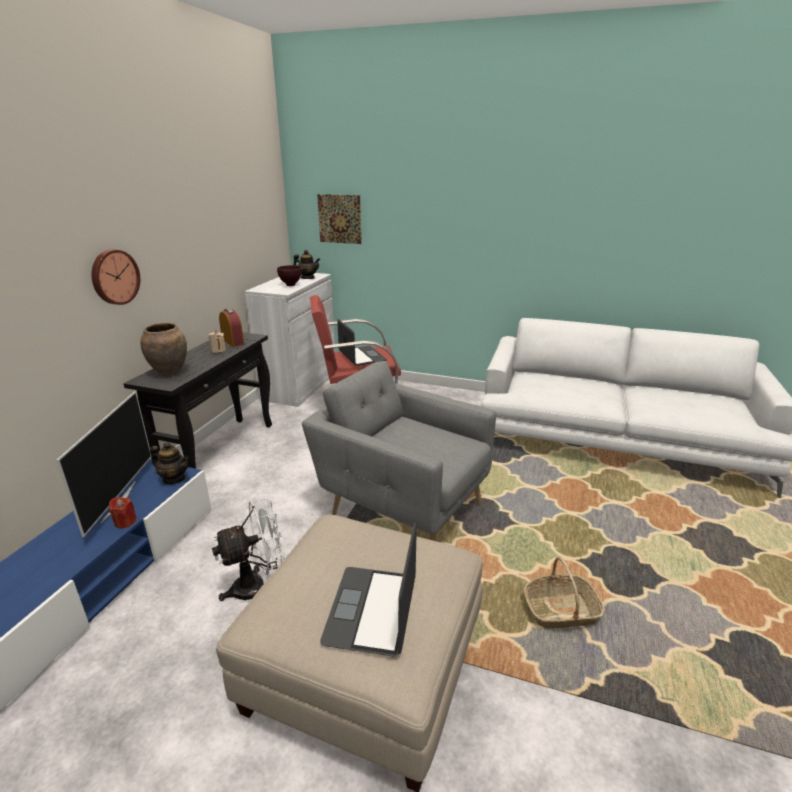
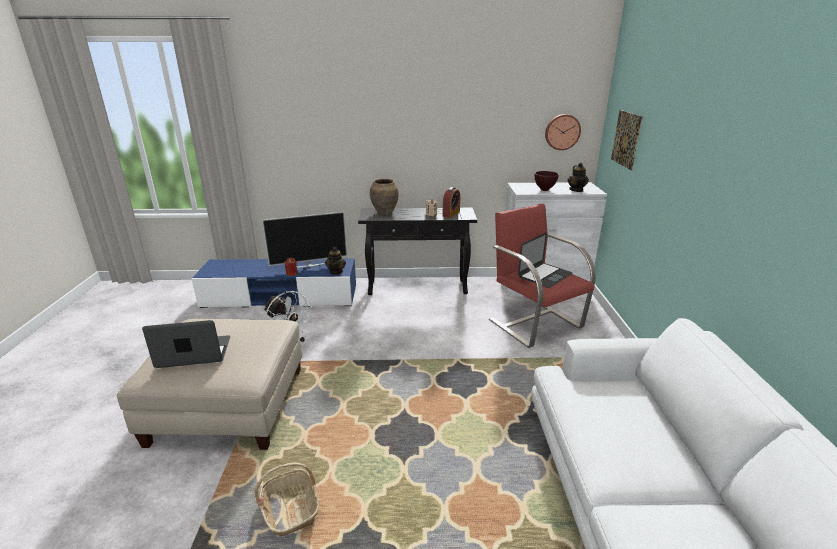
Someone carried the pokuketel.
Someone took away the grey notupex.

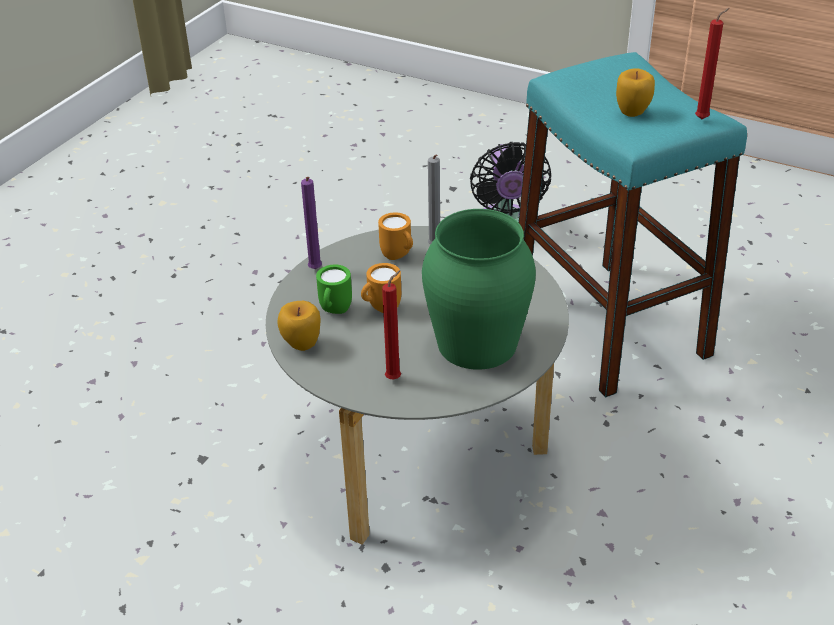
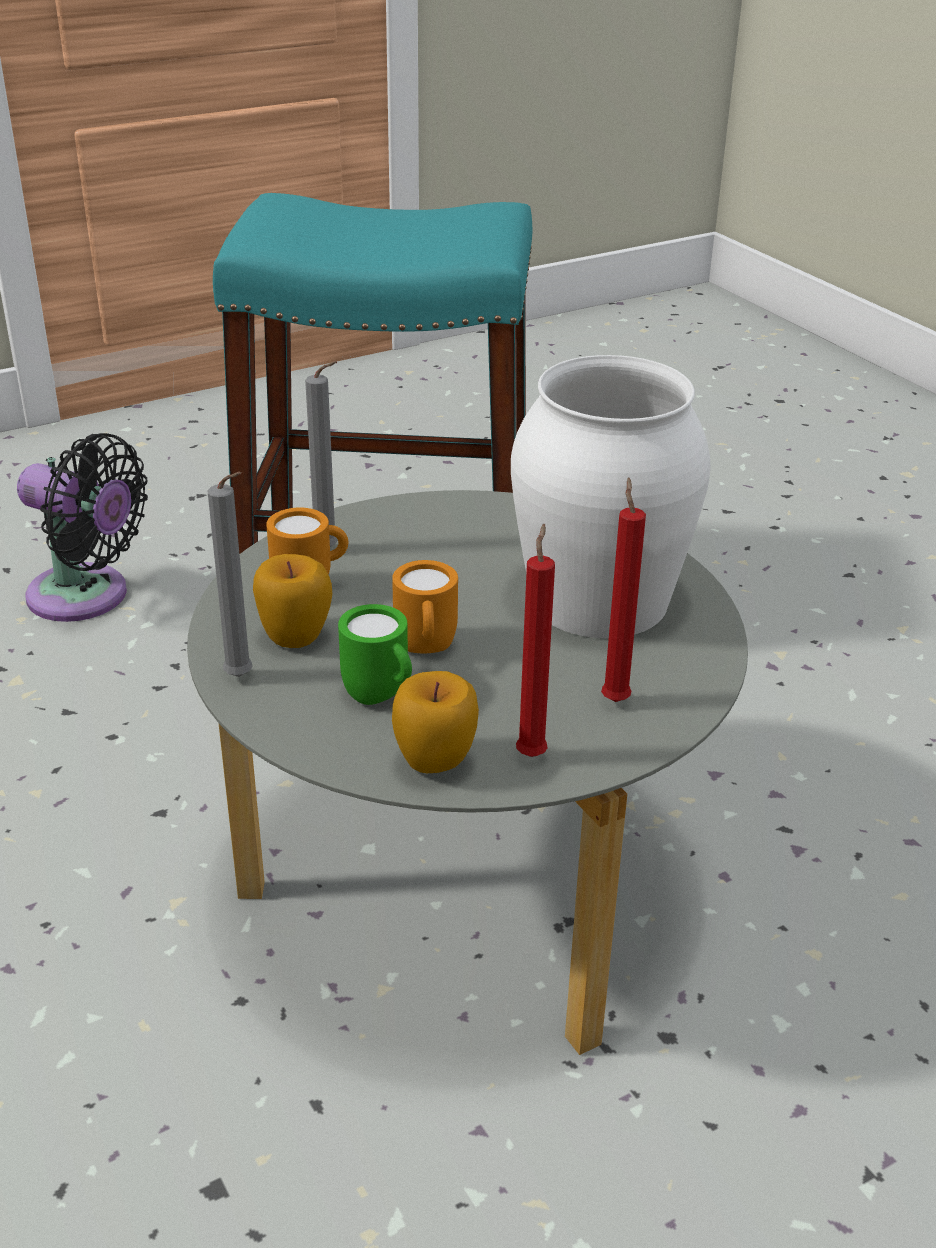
Someone carried the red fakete (2nd from left in the first image).
Someone carried the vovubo (2nd from left in the first image).
Someone repainted the purple fakete, which became the grey fakete (1st from left).
Someone repainted the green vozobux, which became the white vozobux.

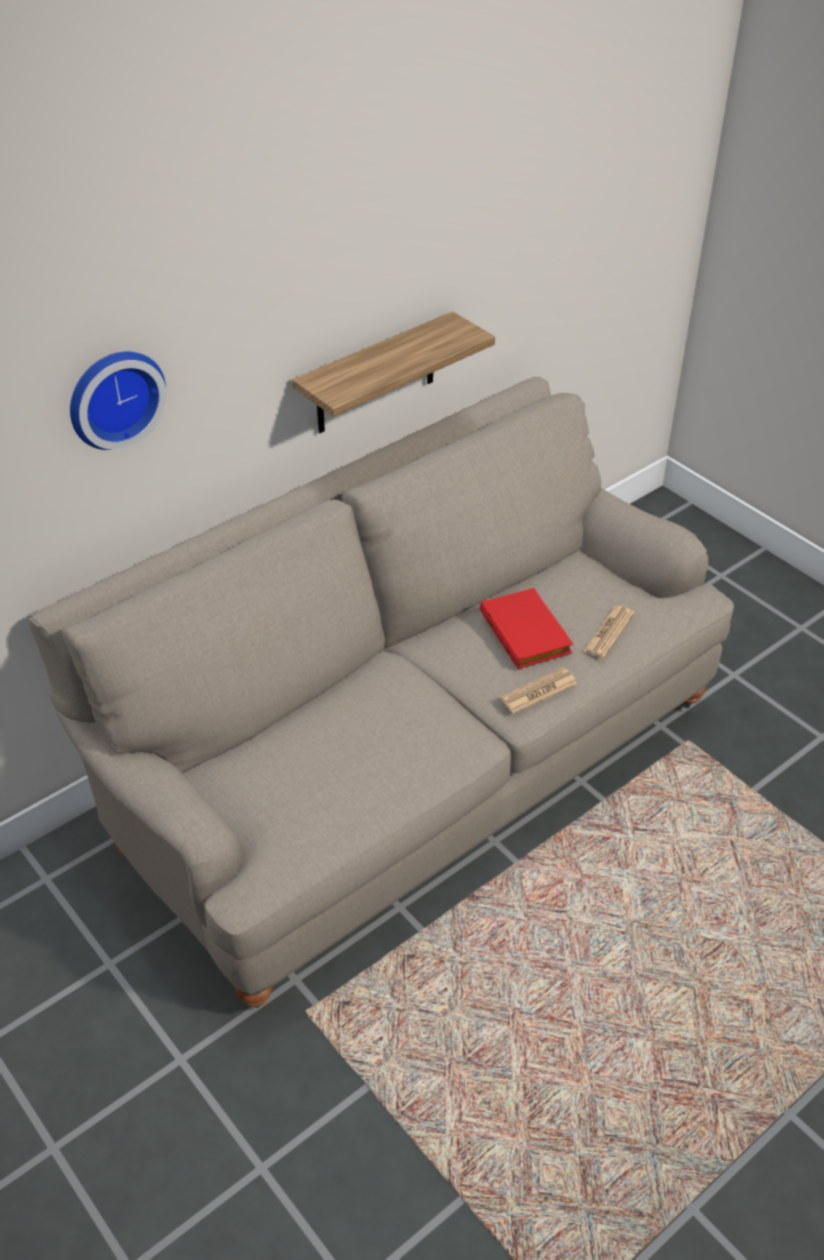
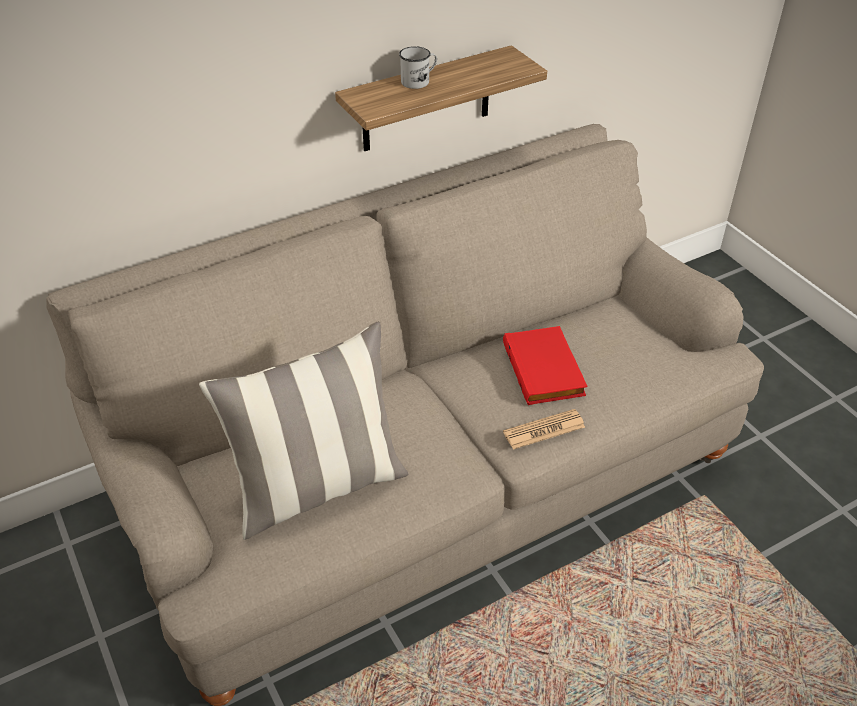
Someone took away the pokuketel.
Someone took away the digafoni (2nd from left).
Someone put down the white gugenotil.
Someone put down the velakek.

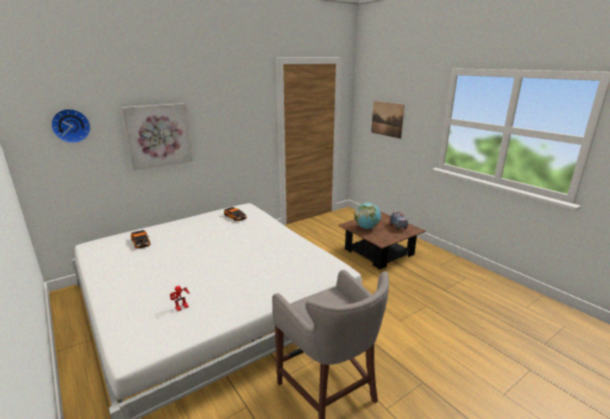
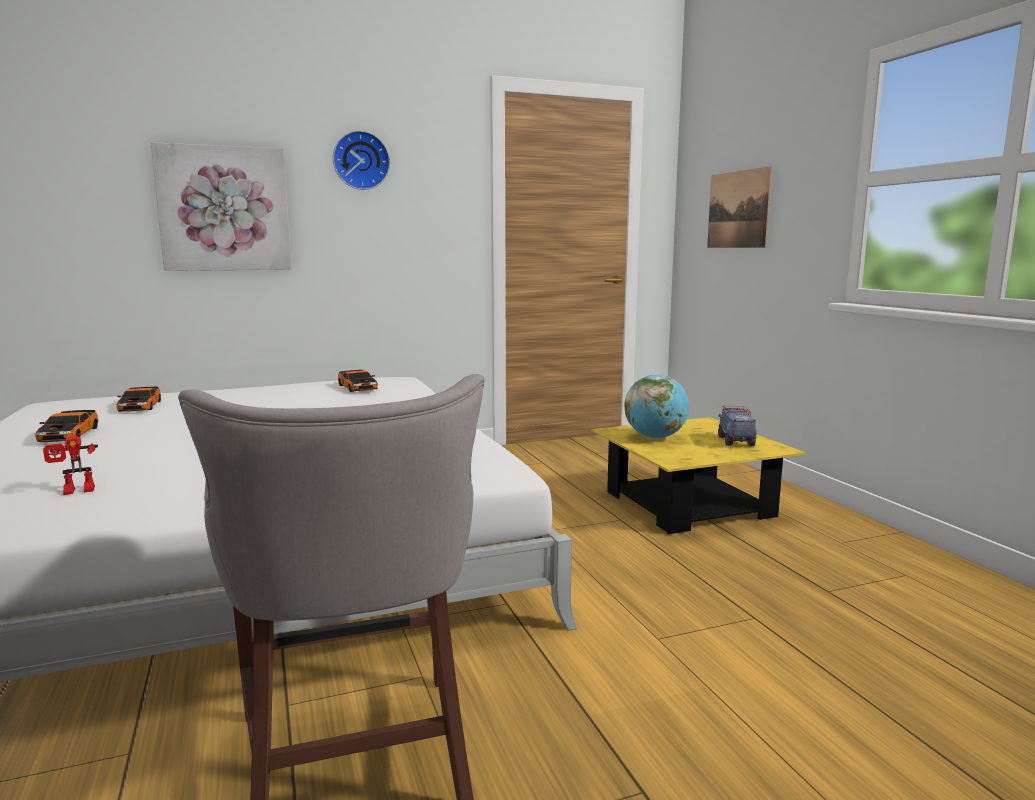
Someone carried the pokuketel.
Someone repainted the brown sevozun, which became the yellow sevozun.
Someone put down the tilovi (1st from left).

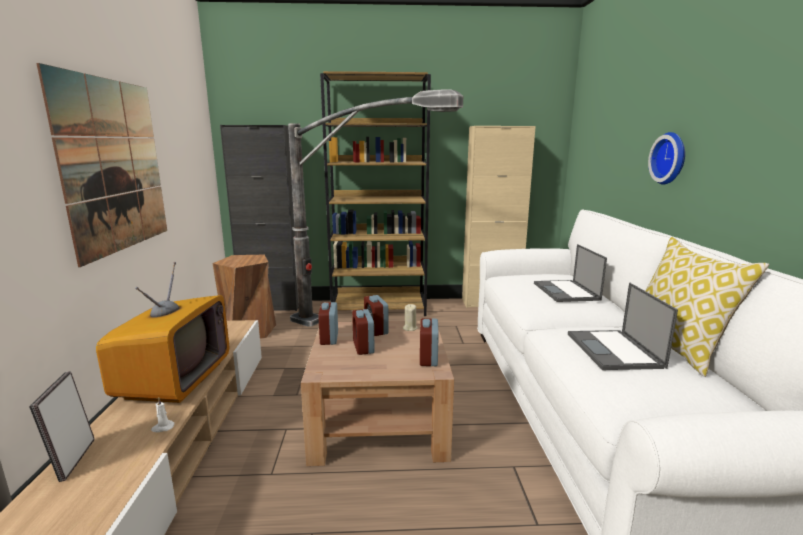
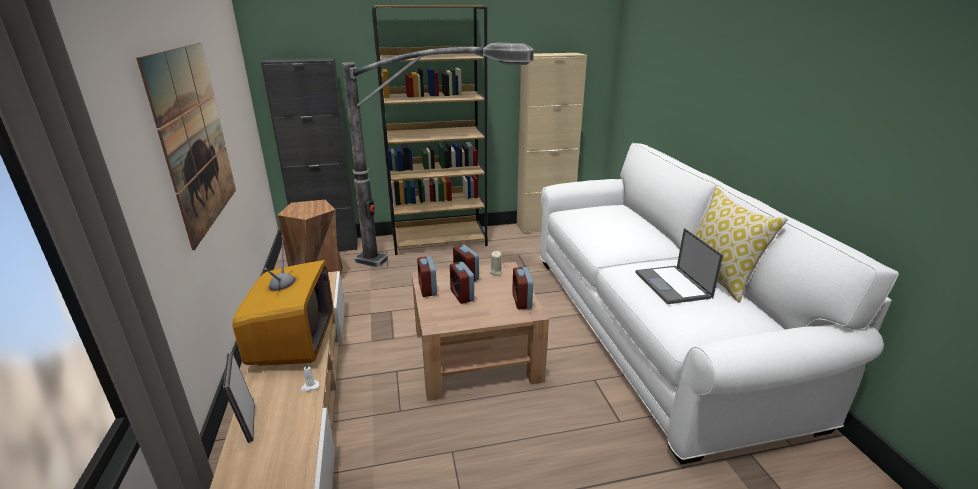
Someone took away the pokuketel.
Someone took away the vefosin (1st from left).

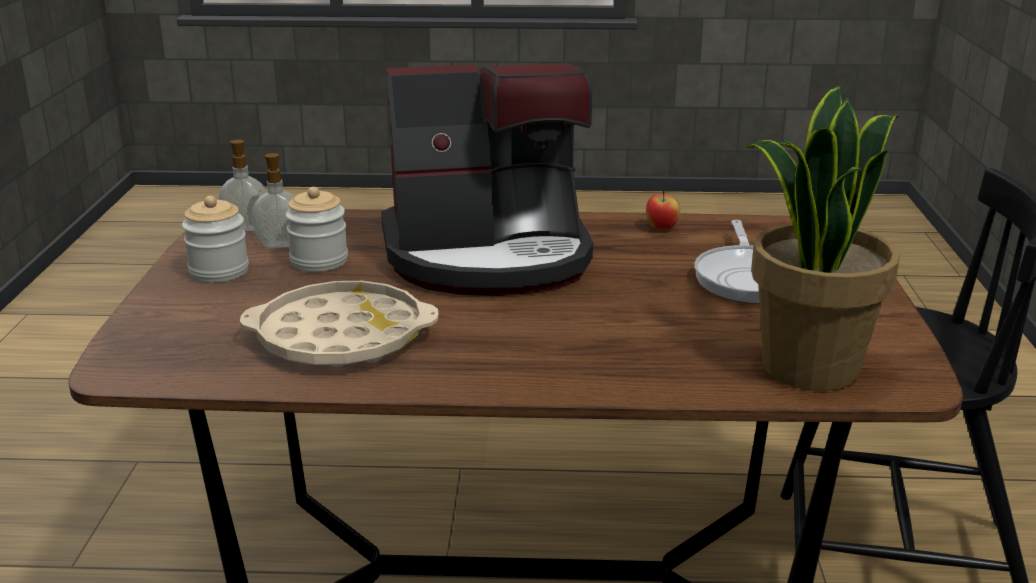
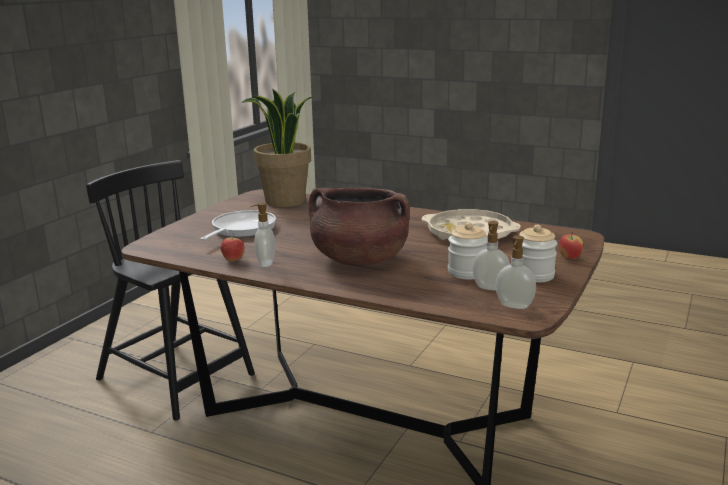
Someone swapped the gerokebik for the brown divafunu.
Someone put down the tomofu (1st from left).
Someone put down the vovubo (2nd from left).

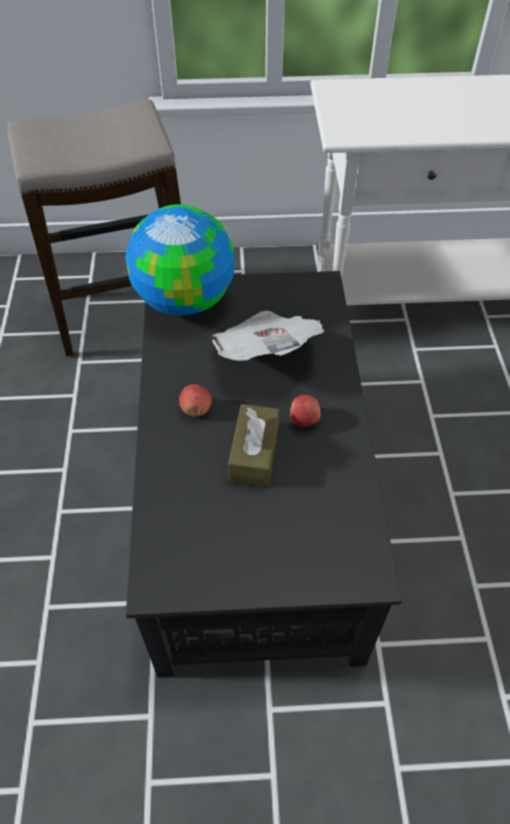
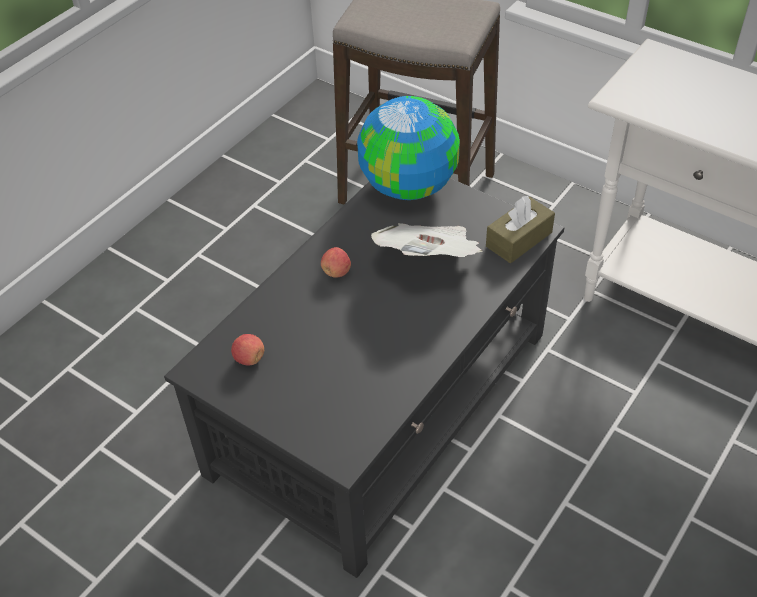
Someone carried the vovubo (2nd from left in the first image).
Someone carried the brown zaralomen.

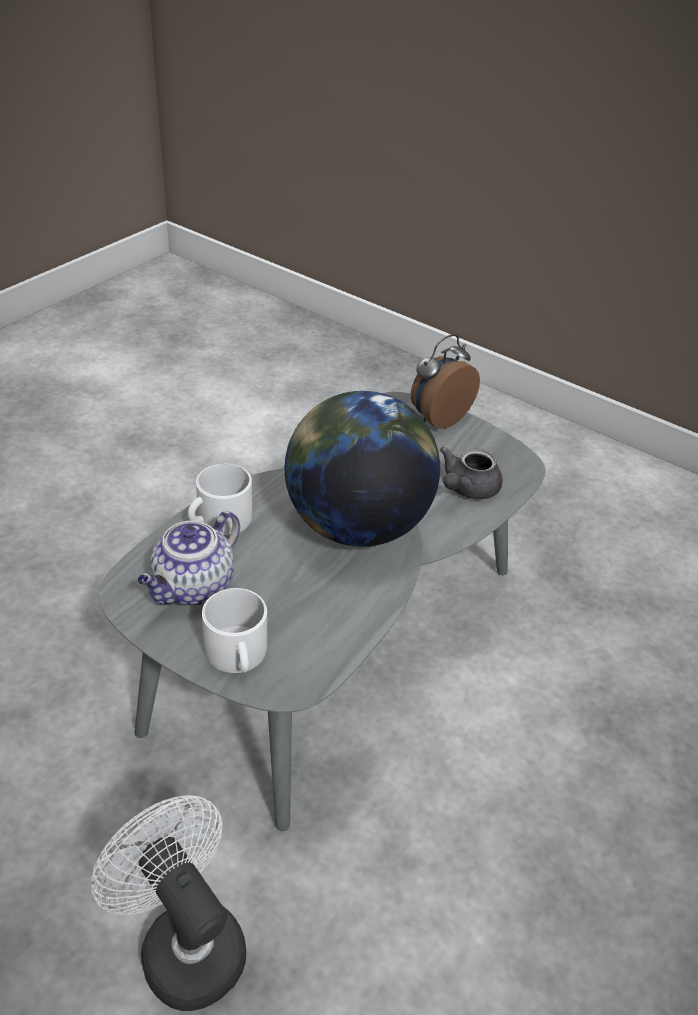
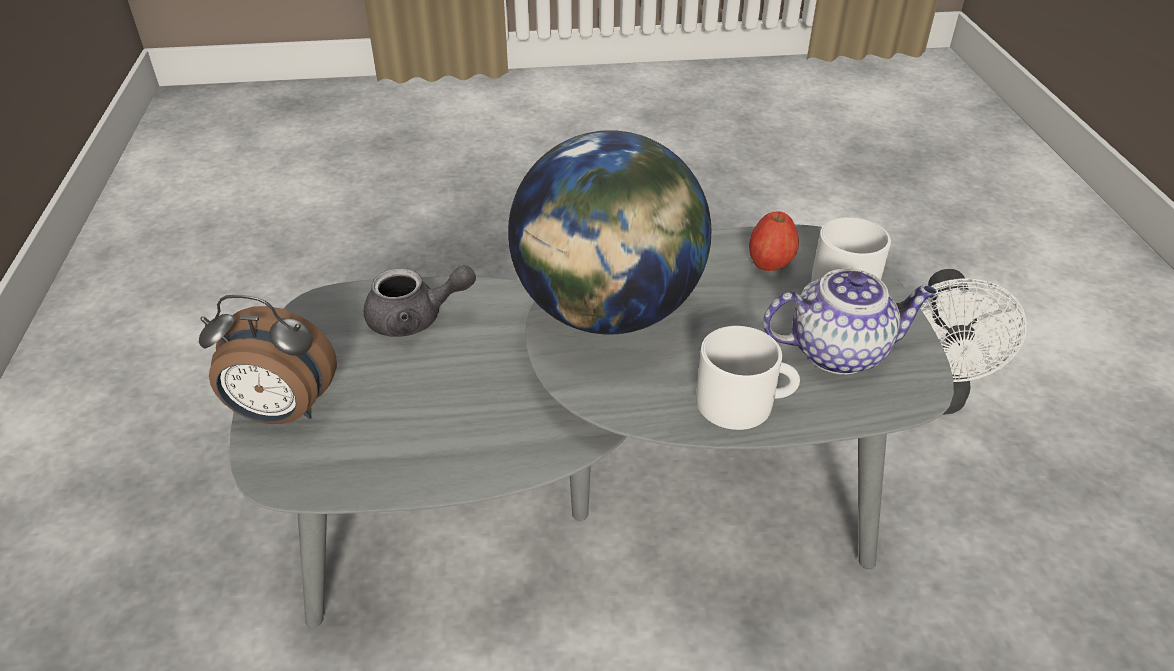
Someone put down the vovubo.

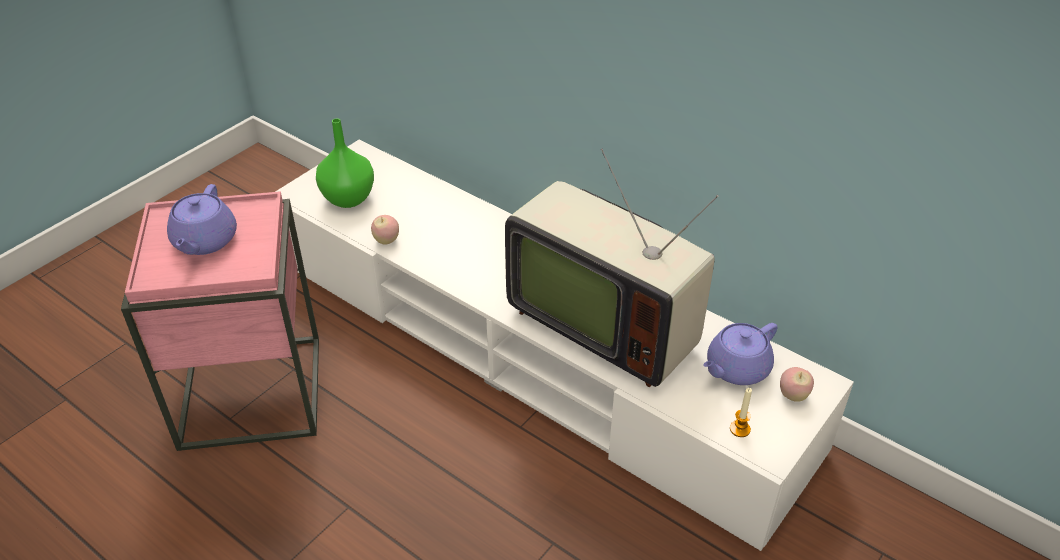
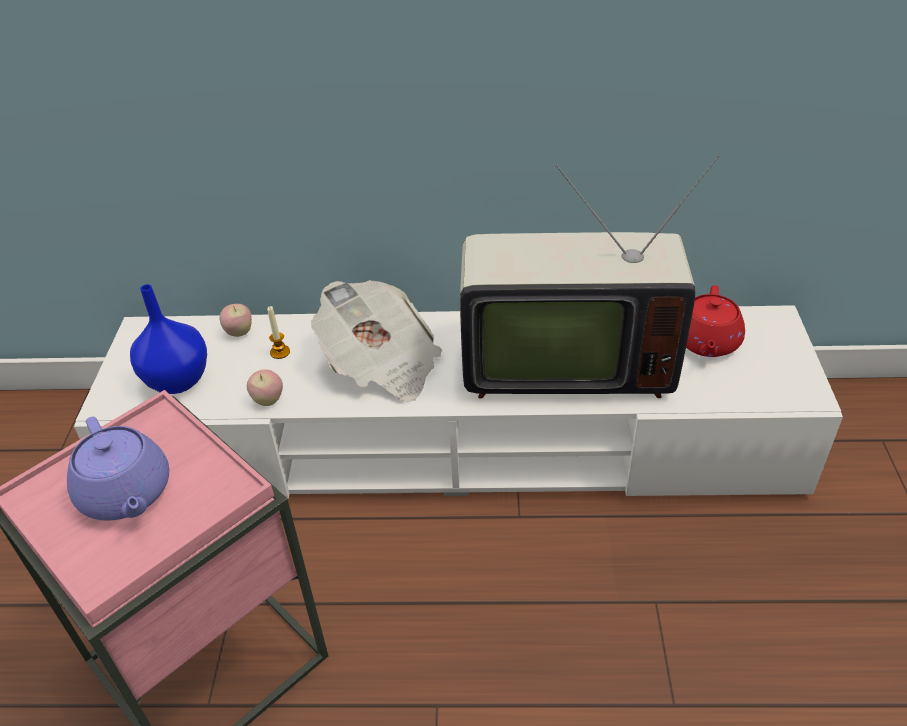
Someone repainted the green vozobux, which became the blue vozobux.
Someone repainted the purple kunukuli (2nd from left), which became the red kunukuli.
Someone carried the vovubo (2nd from left in the first image).
Someone carried the fakete.
Someone put down the digafoni.

